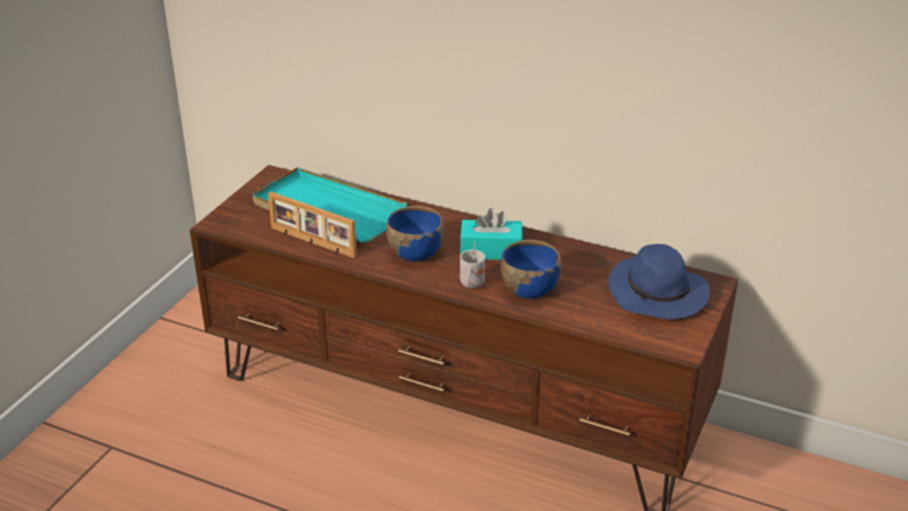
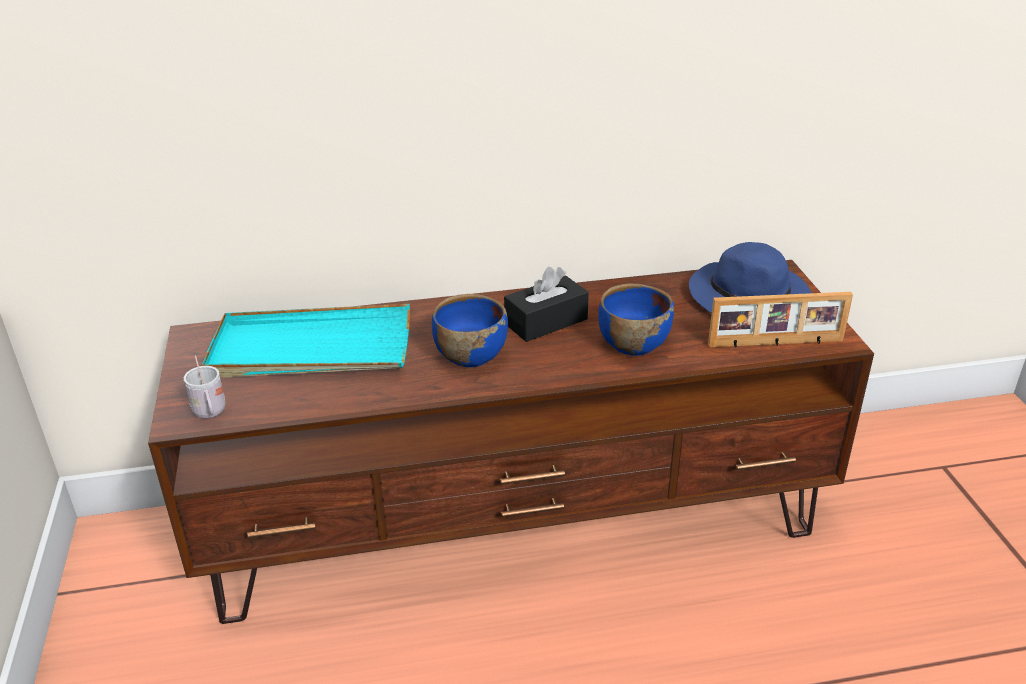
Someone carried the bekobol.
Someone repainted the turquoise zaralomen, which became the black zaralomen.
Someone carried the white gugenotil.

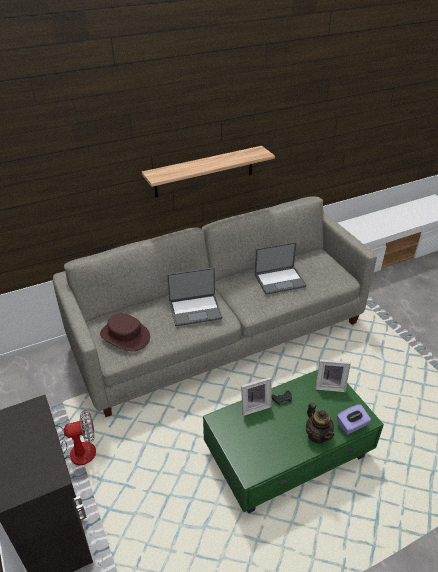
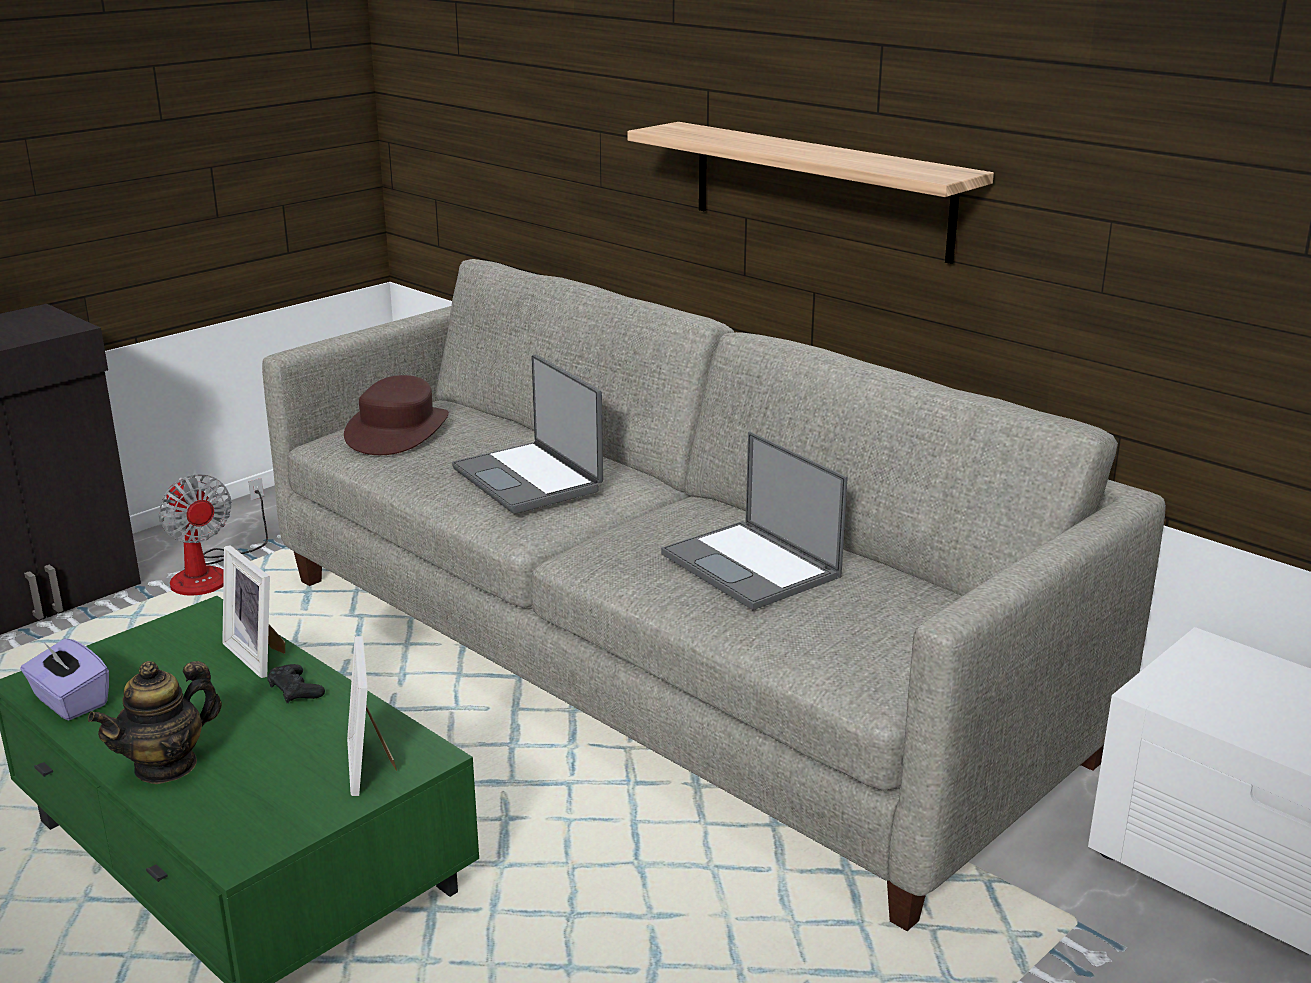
Someone carried the purple zaralomen.

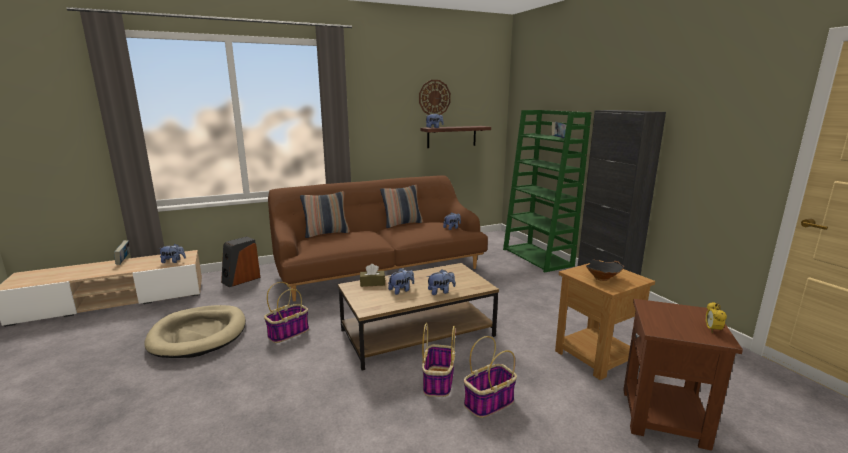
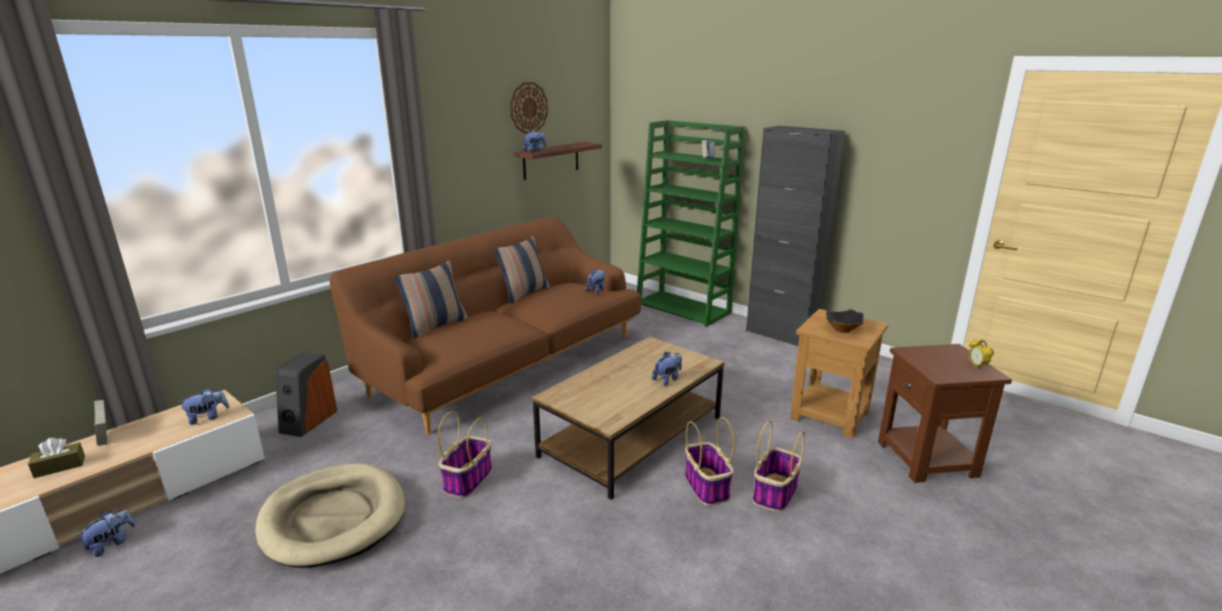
Someone carried the brown zaralomen.
Someone carried the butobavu (2nd from left in the first image).

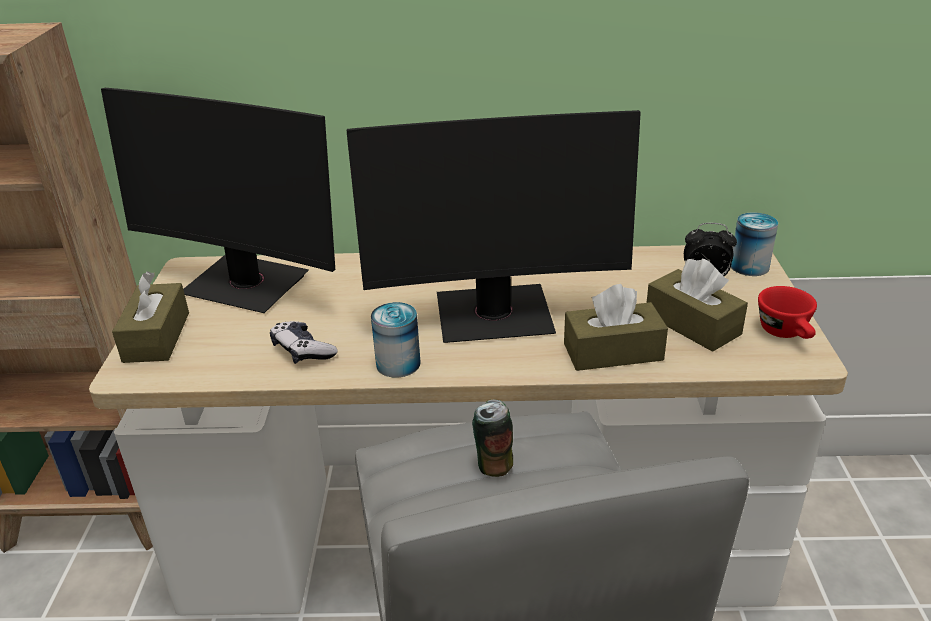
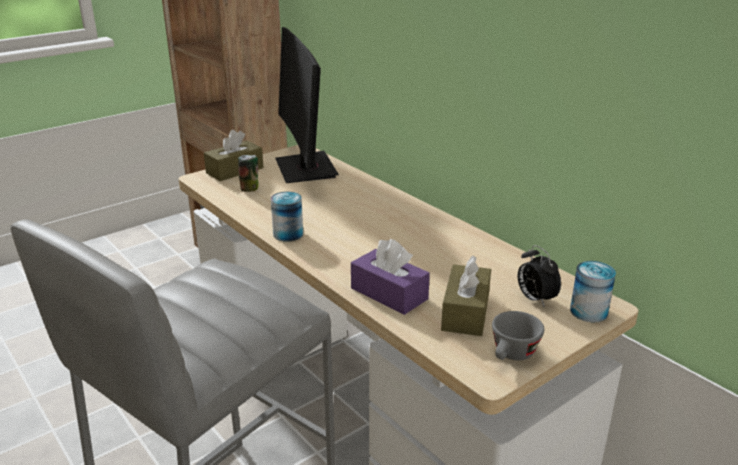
Someone took away the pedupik (2nd from left).
Someone repainted the brown zaralomen (2nd from left), which became the purple zaralomen.
Someone repainted the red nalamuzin, which became the grey nalamuzin.
Someone took away the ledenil.
Someone carried the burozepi (2nd from left in the first image).

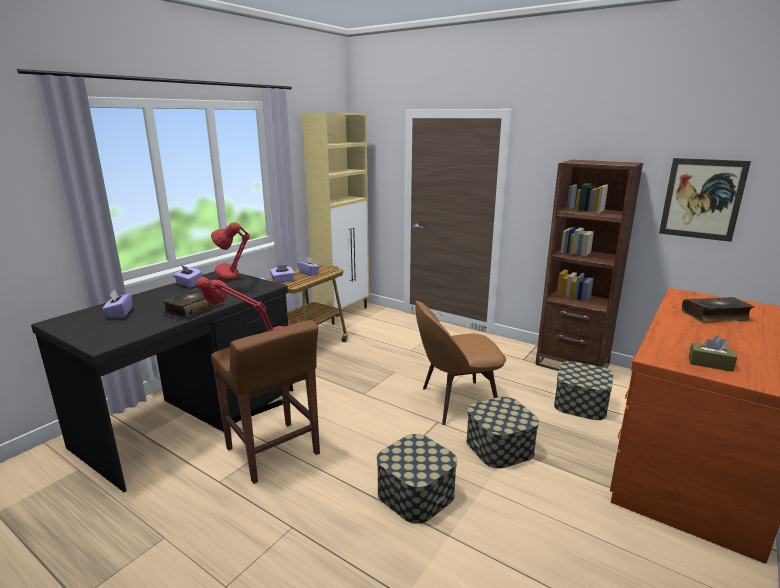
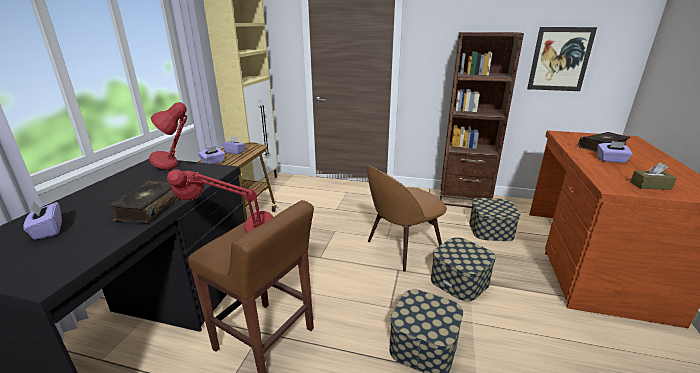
Someone carried the purple zaralomen (2nd from left in the first image).

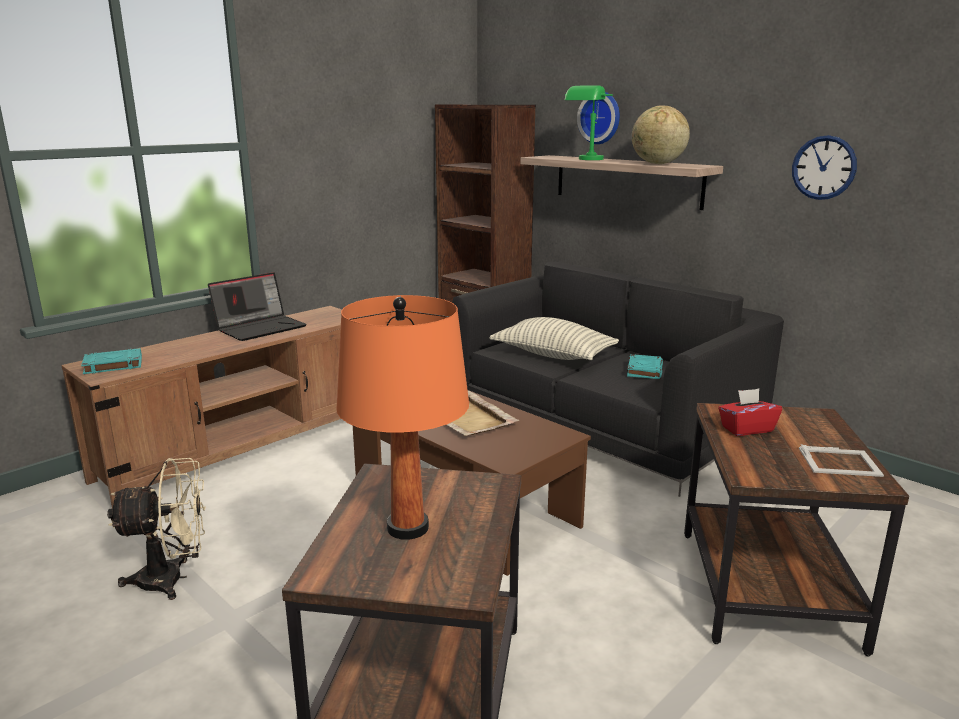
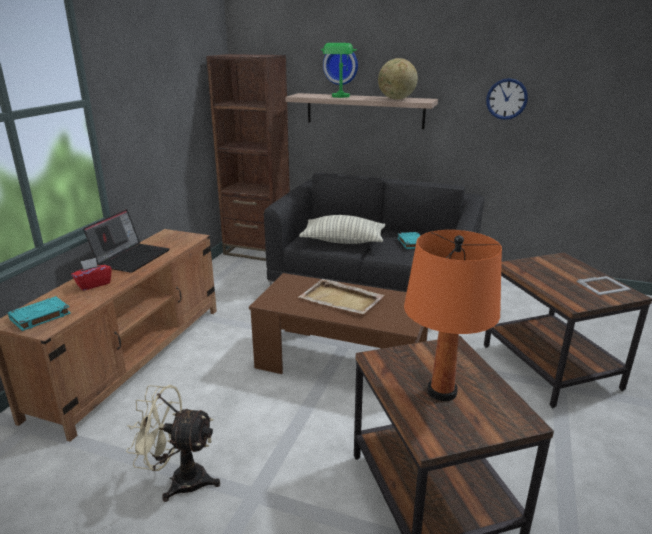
Someone carried the red zaralomen.
Someone rotated the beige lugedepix by 135 degrees counterclockwise.

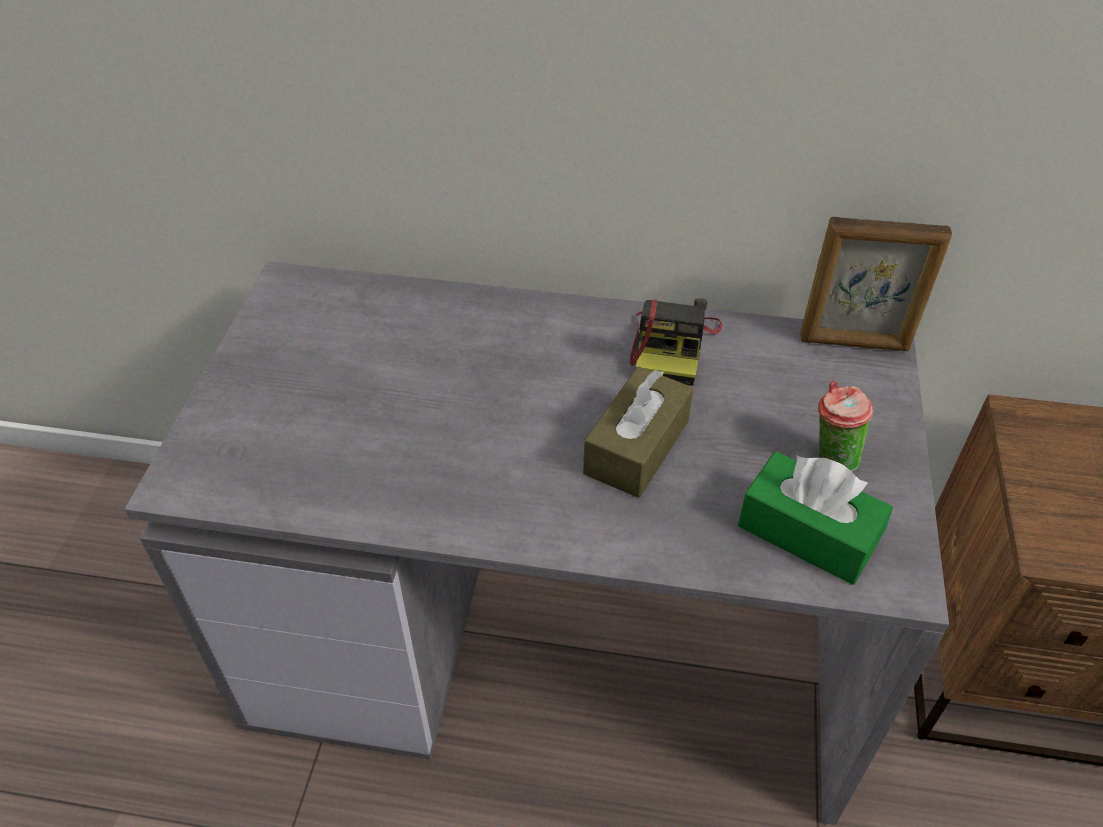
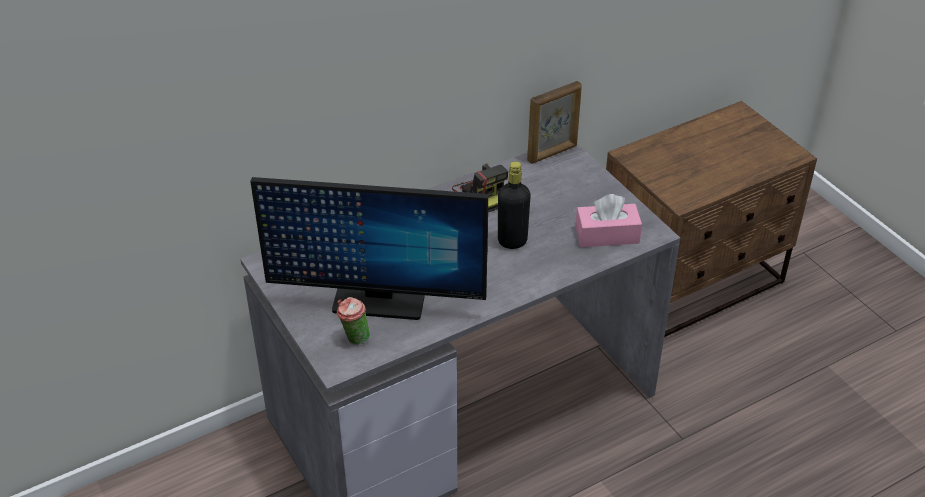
Someone swapped the brown zaralomen for the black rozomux.
Someone carried the nalamuzin.
Someone repainted the green zaralomen, which became the pink zaralomen.
Someone put down the pedupik.

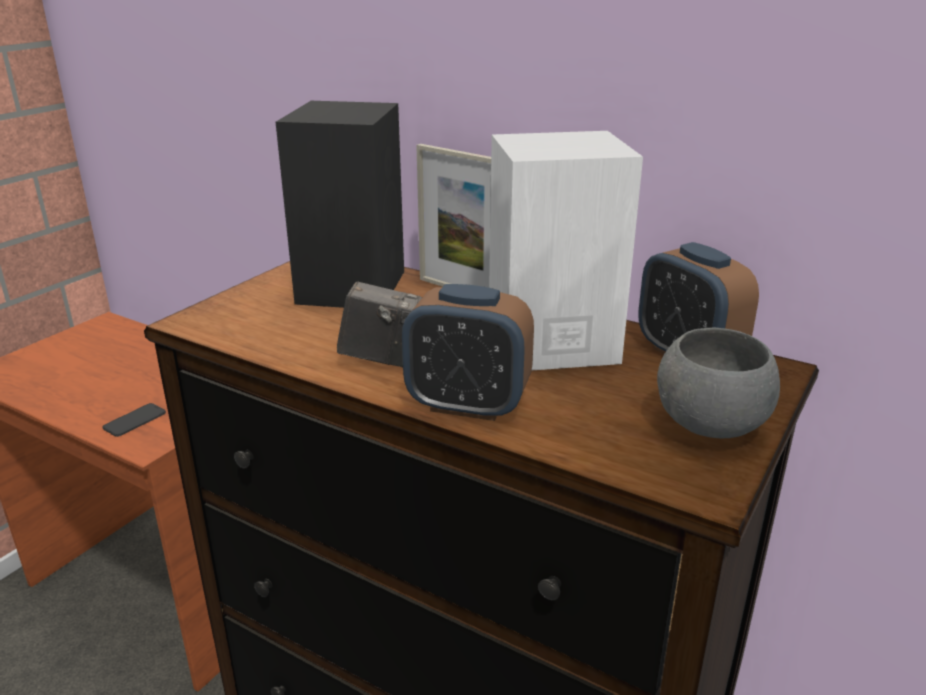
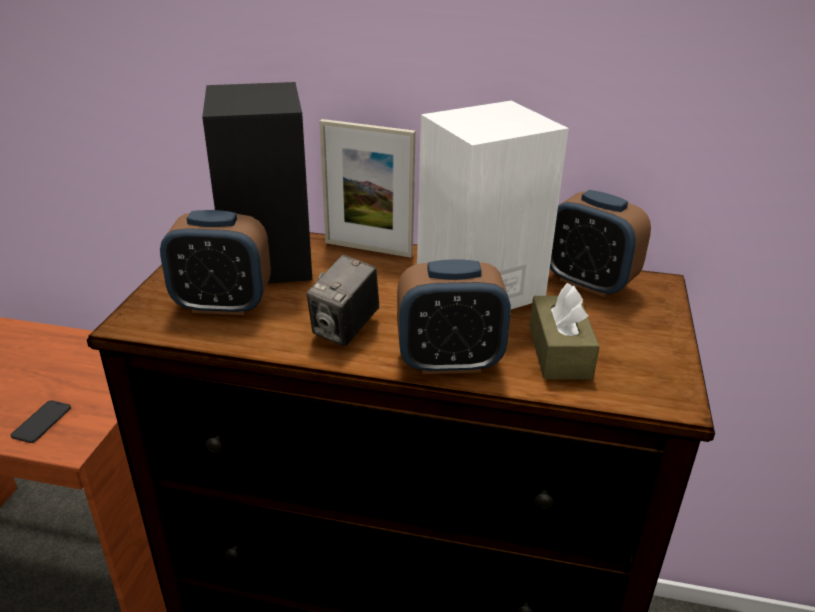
Someone rotated the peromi by 135 degrees clockwise.
Someone took away the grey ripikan.
Someone put down the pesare (1st from left).
Someone put down the brown zaralomen.

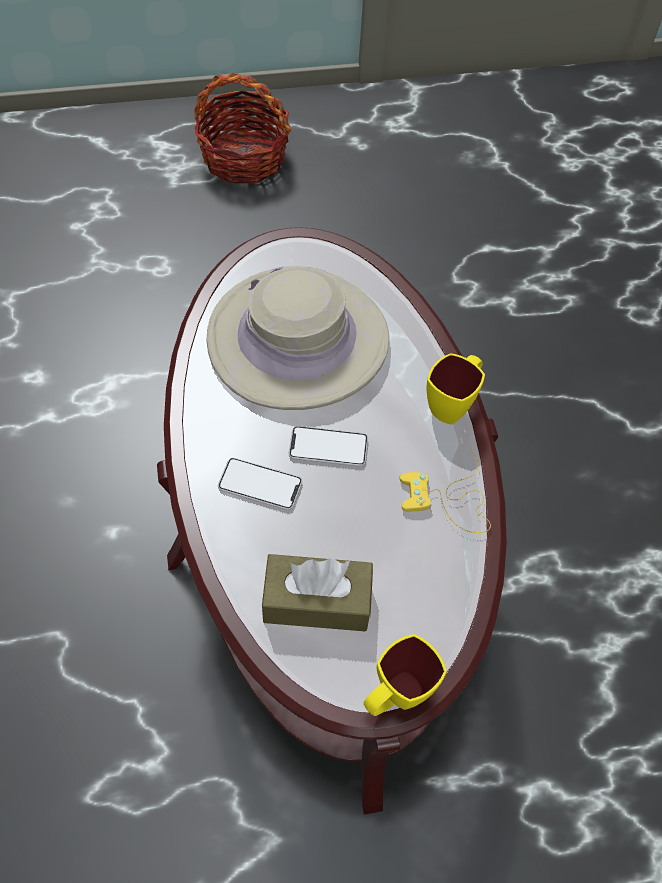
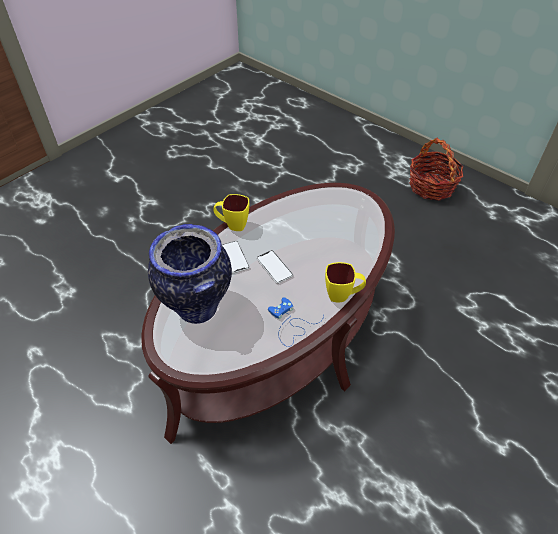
Someone took away the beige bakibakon.
Someone repainted the yellow ledenil, which became the blue ledenil.
Someone swapped the brown zaralomen for the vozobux.
Someone carried the yellow gugenotil (1st from left).

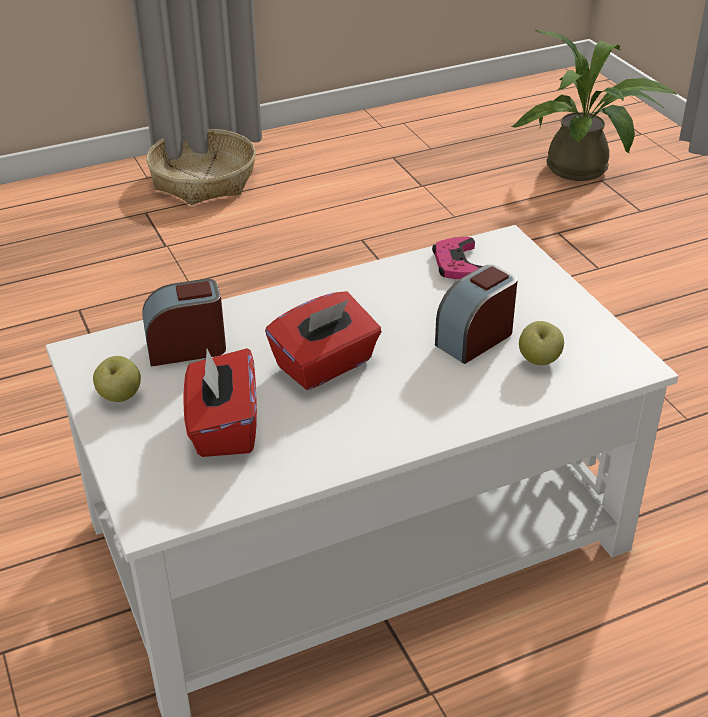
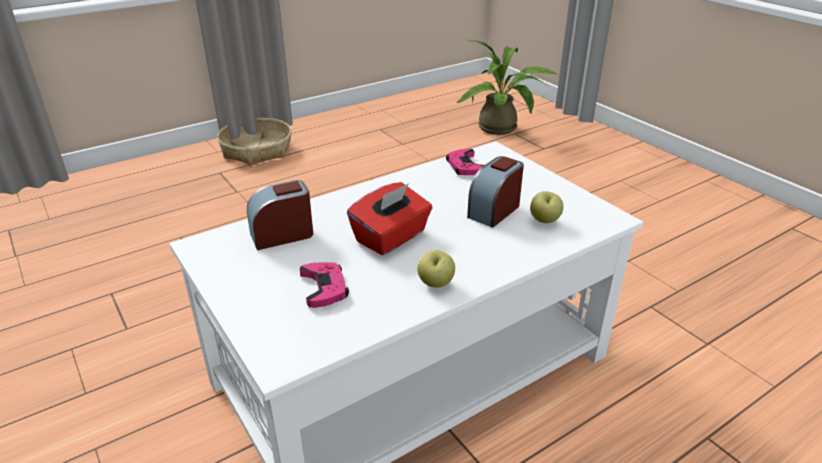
Someone swapped the red zaralomen (1st from left) for the pink ledenil (1st from left).
Someone carried the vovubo (1st from left).

